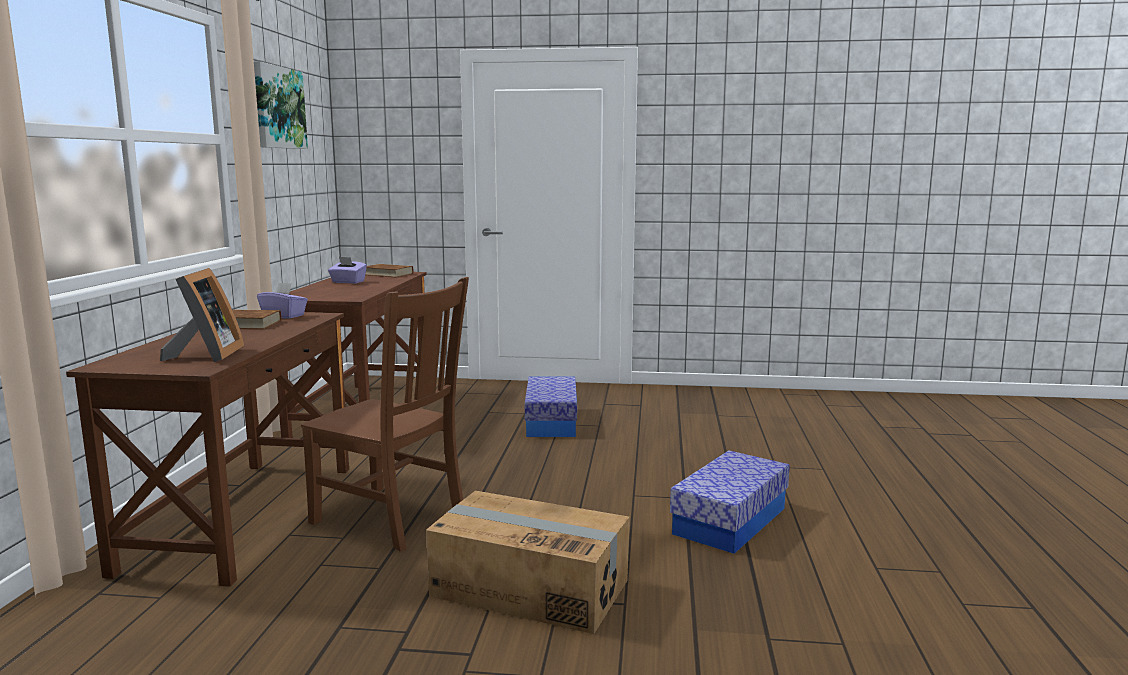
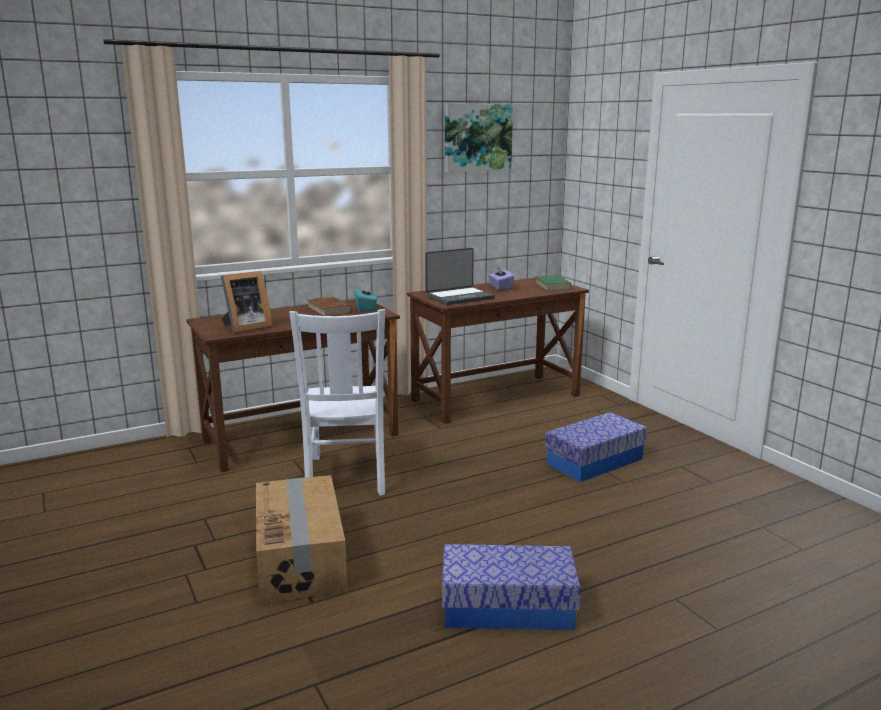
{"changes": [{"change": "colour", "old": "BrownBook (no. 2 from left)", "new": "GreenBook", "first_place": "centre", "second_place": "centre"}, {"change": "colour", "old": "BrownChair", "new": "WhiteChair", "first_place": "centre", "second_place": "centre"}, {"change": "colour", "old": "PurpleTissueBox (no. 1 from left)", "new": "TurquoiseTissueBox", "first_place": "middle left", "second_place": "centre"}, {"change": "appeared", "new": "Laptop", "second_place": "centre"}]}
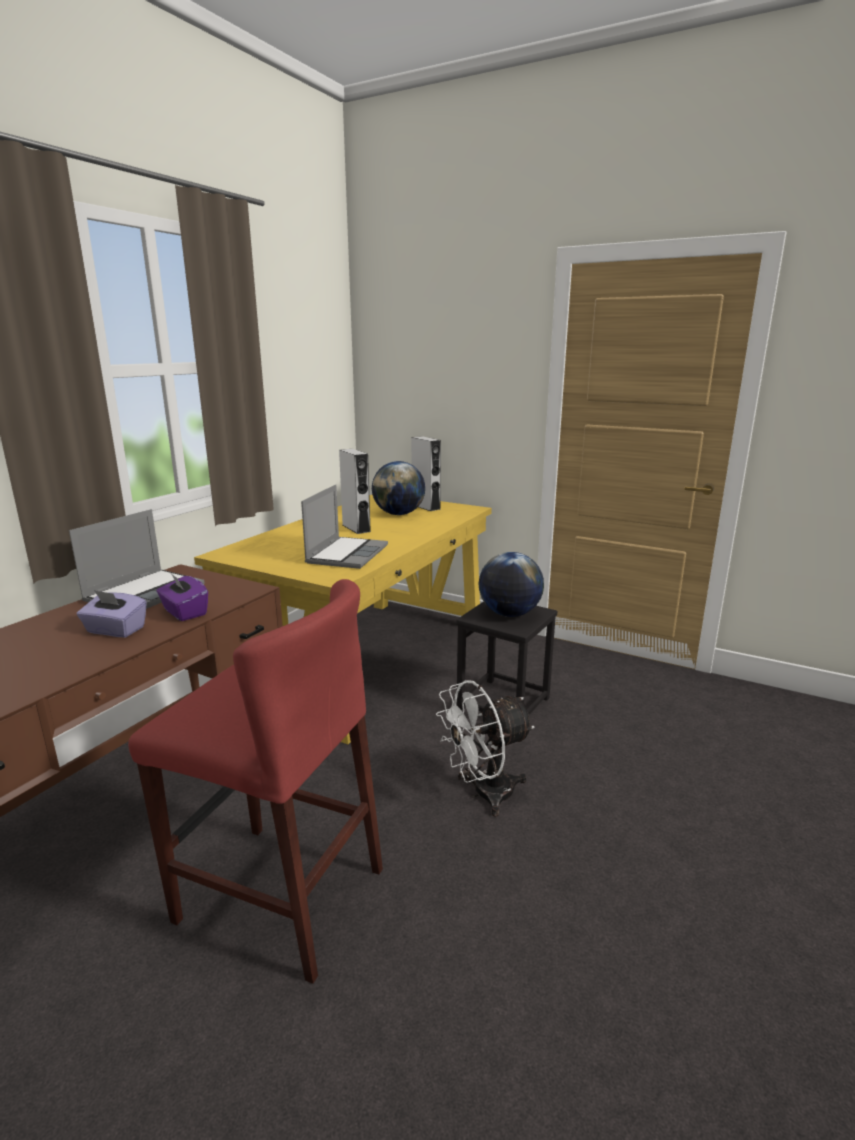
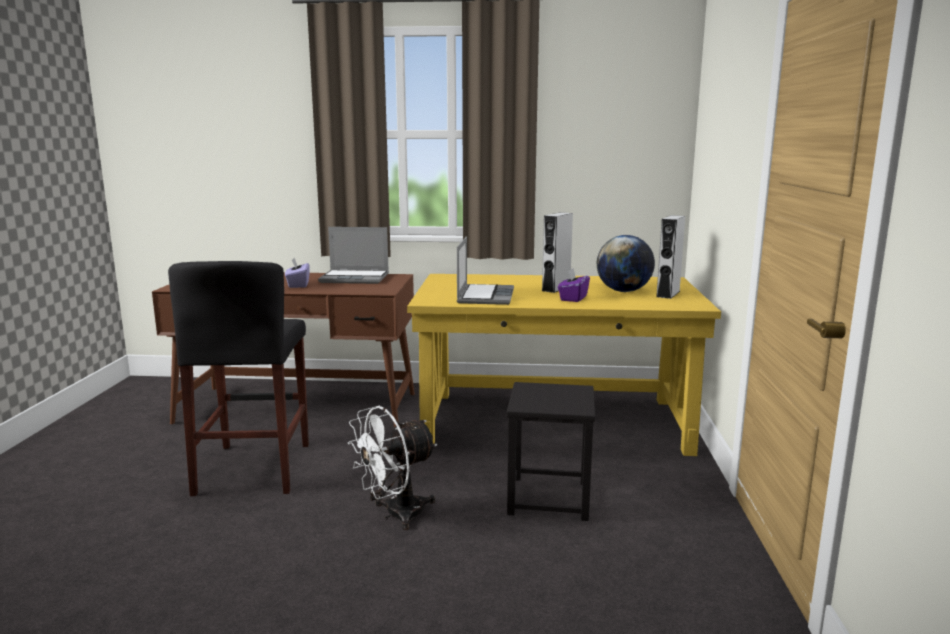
{"changes": [{"change": "spun", "old": "Laptop (no. 2 from left)", "first_place": "centre", "second_place": "centre", "degrees": -75}, {"change": "missing", "old": "Globe (no. 2 from left)", "first_place": "centre"}, {"change": "relocated", "old": "PurpleTissueBox (no. 2 from left)", "first_place": "middle left", "second_place": "centre"}, {"change": "colour", "old": "RedStool", "new": "BlackStool (no. 1 from left)", "first_place": "bottom left", "second_place": "middle left"}, {"change": "spun", "old": "WhiteFan", "first_place": "centre", "second_place": "bottom centre", "degrees": -75}]}
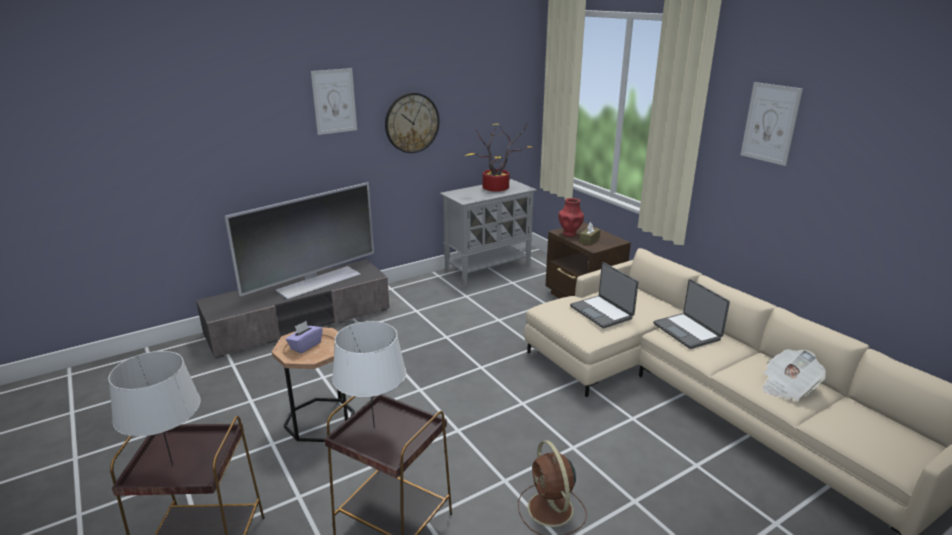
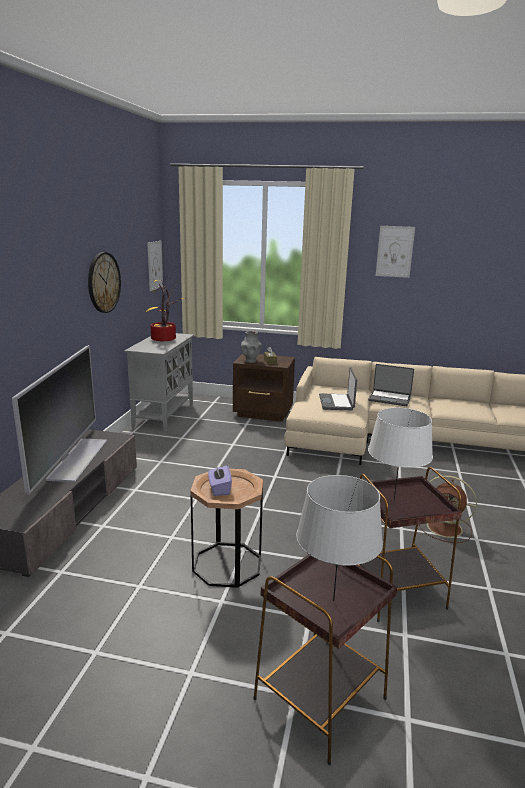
{"changes": [{"change": "relocated", "old": "Picture (no. 1 from left)", "first_place": "top centre", "second_place": "middle left"}, {"change": "colour", "old": "RedVase", "new": "GreyVase", "first_place": "centre", "second_place": "centre"}, {"change": "spun", "old": "Laptop (no. 1 from left)", "first_place": "centre", "second_place": "centre", "degrees": 75}, {"change": "missing", "old": "Newspaper", "first_place": "bottom right"}]}
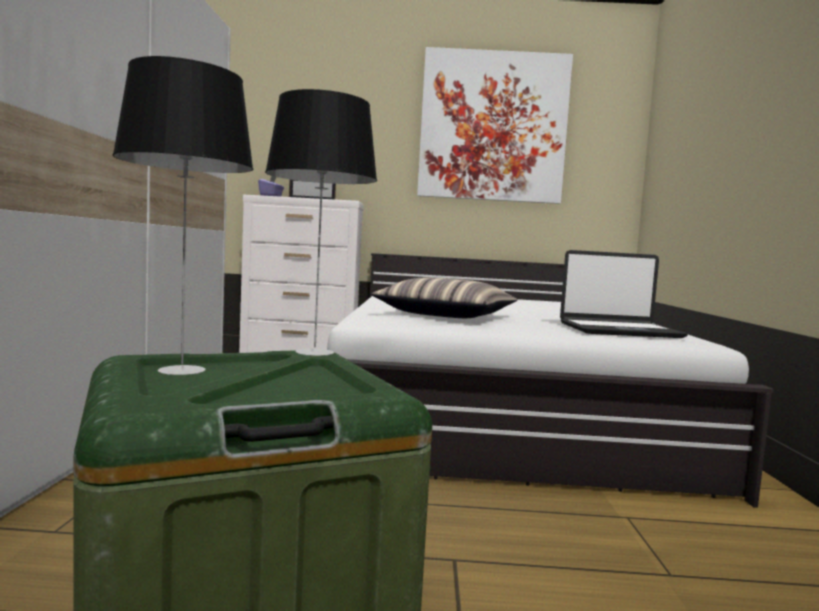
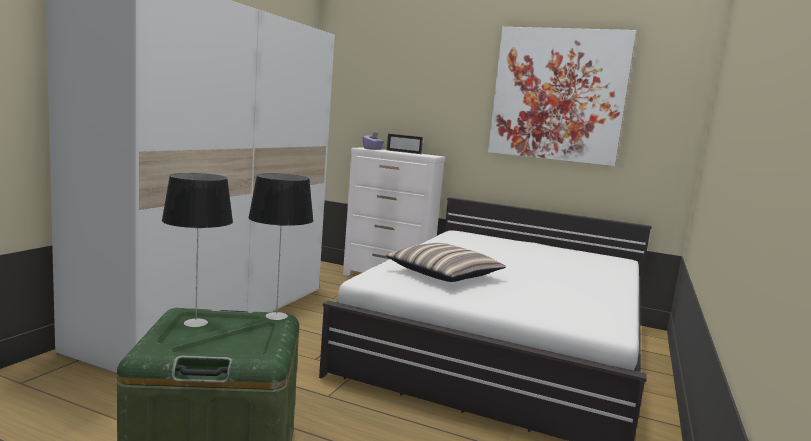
{"changes": [{"change": "missing", "old": "Laptop", "first_place": "middle right"}]}
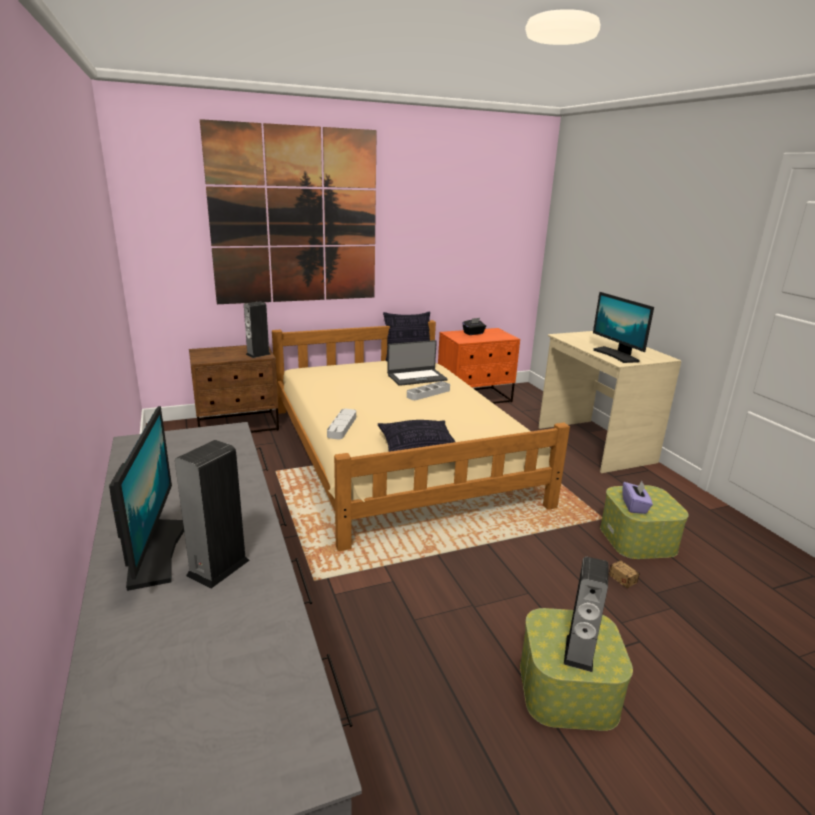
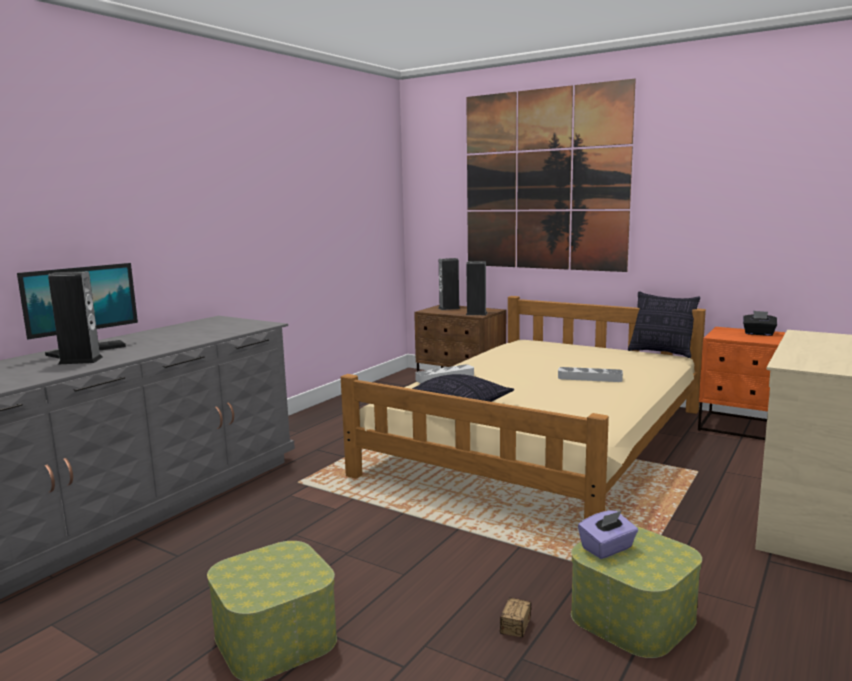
{"changes": [{"change": "missing", "old": "Monitor (no. 2 from left)", "first_place": "middle right"}, {"change": "missing", "old": "Laptop", "first_place": "centre"}, {"change": "relocated", "old": "Speaker (no. 3 from left in the first image)", "new": "Speaker (no. 2 from left)", "first_place": "bottom right", "second_place": "centre"}]}
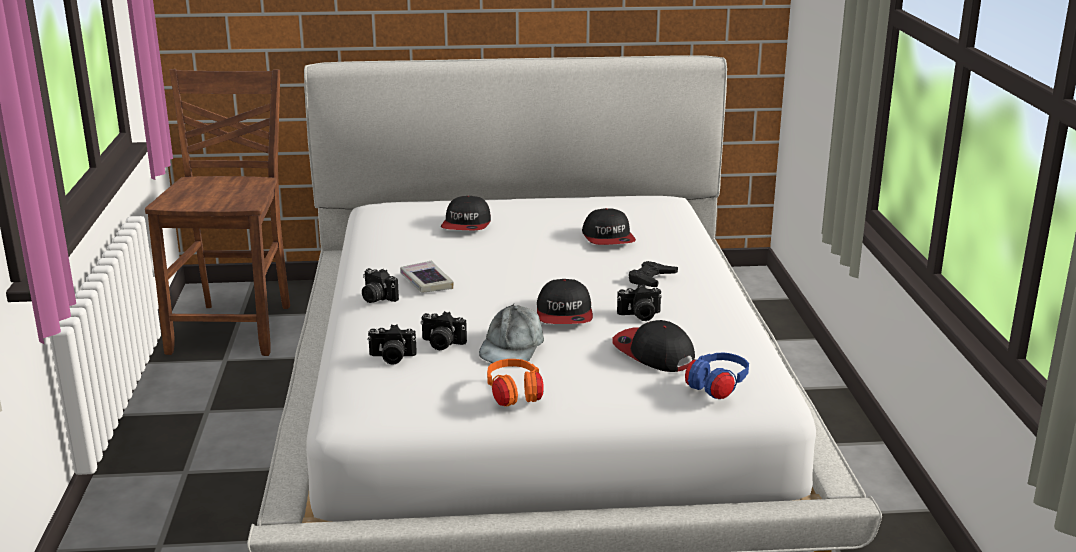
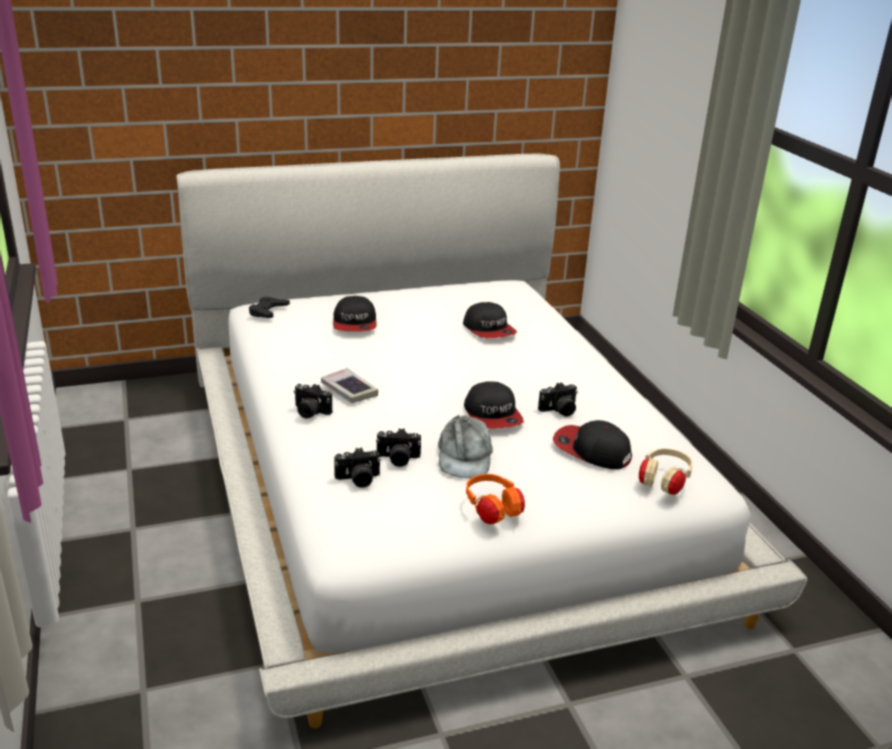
{"changes": [{"change": "missing", "old": "BrownChair", "first_place": "middle left"}, {"change": "relocated", "old": "BlackGameController", "first_place": "centre", "second_place": "middle left"}, {"change": "colour", "old": "BlueHeadphones", "new": "BeigeHeadphones", "first_place": "bottom centre", "second_place": "middle right"}]}
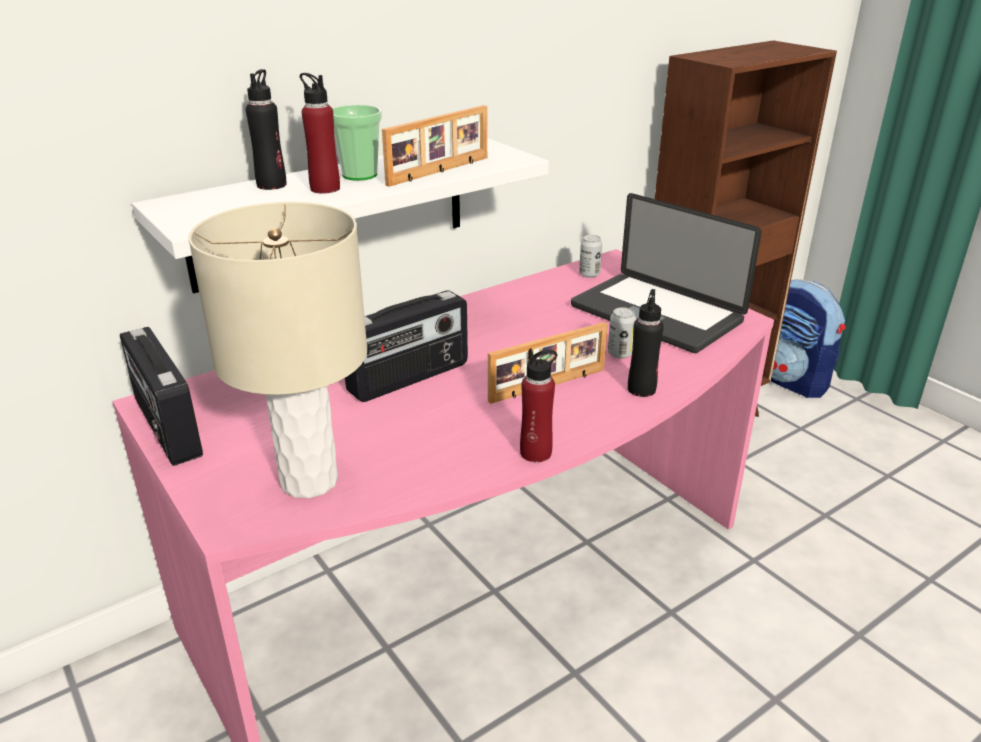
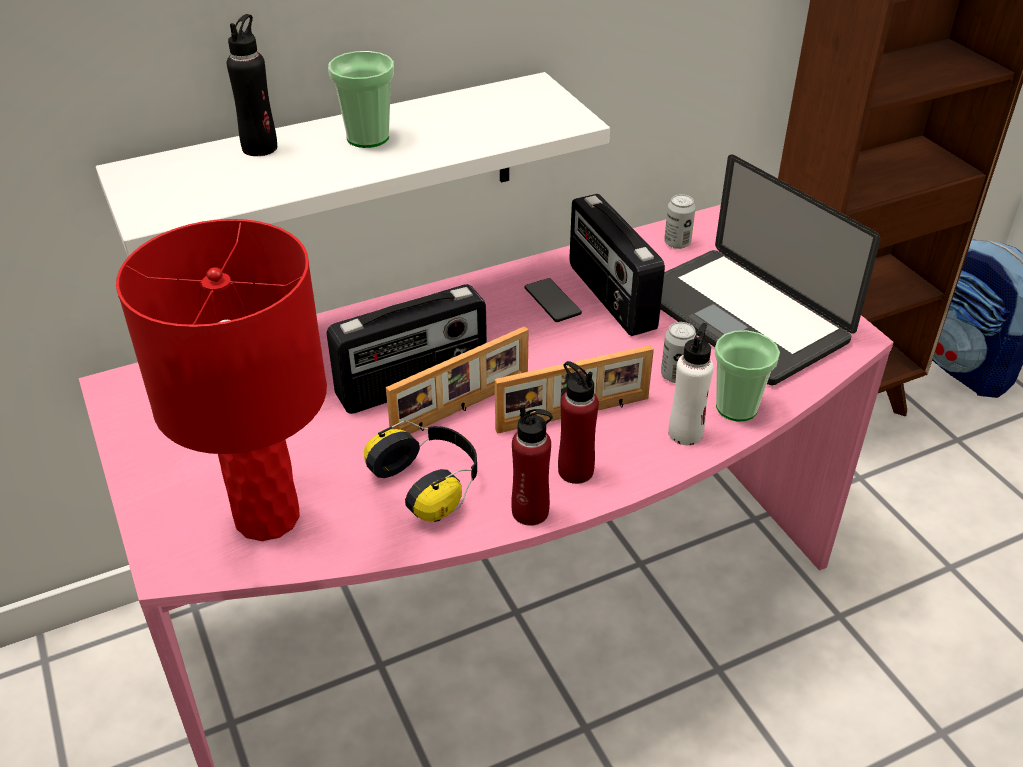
{"changes": [{"change": "relocated", "old": "RedBottle (no. 1 from left in the first image)", "new": "RedBottle (no. 2 from left)", "first_place": "top left", "second_place": "centre"}, {"change": "relocated", "old": "PictureFrame (no. 1 from left)", "first_place": "top centre", "second_place": "centre"}, {"change": "colour", "old": "BeigeTableLamp", "new": "RedTableLamp", "first_place": "middle left", "second_place": "middle left"}, {"change": "colour", "old": "BlackBottle (no. 2 from left)", "new": "WhiteBottle", "first_place": "centre", "second_place": "middle right"}, {"change": "relocated", "old": "Radio (no. 1 from left in the first image)", "new": "Radio (no. 2 from left)", "first_place": "middle left", "second_place": "centre"}, {"change": "appeared", "new": "Phone", "second_place": "centre"}, {"change": "appeared", "new": "Cup (no. 2 from left)", "second_place": "middle right"}, {"change": "appeared", "new": "Headphones", "second_place": "centre"}]}
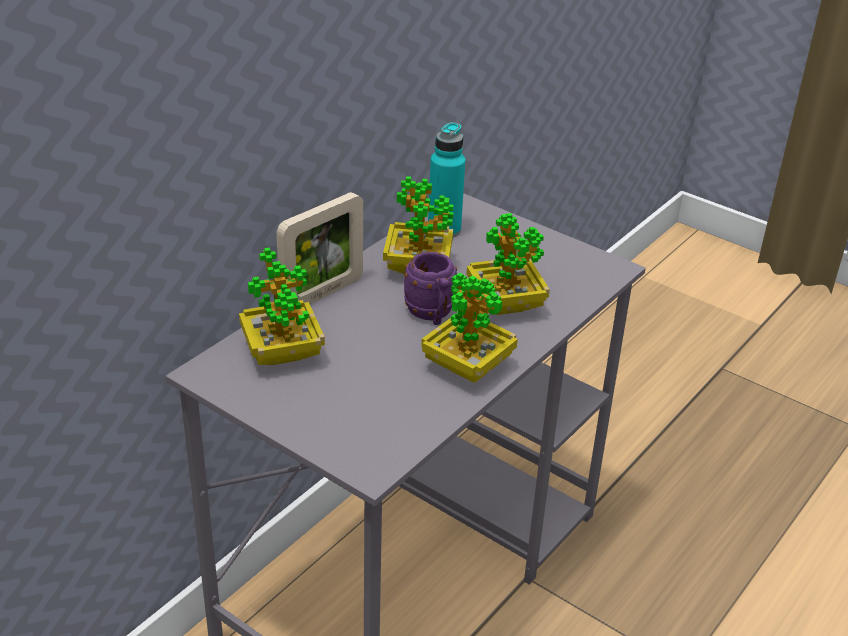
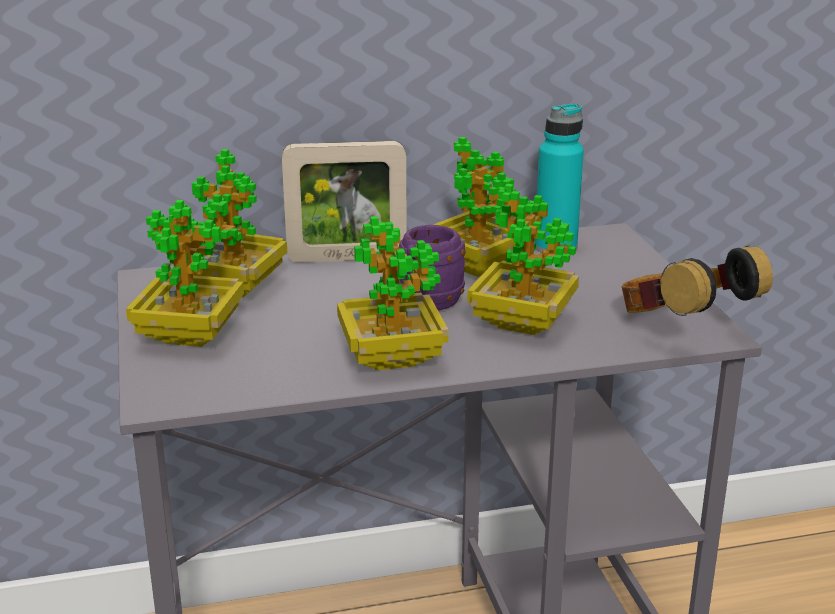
{"changes": [{"change": "appeared", "new": "PottedPlant (no. 1 from left)", "second_place": "middle left"}, {"change": "appeared", "new": "Headphones", "second_place": "middle right"}]}
